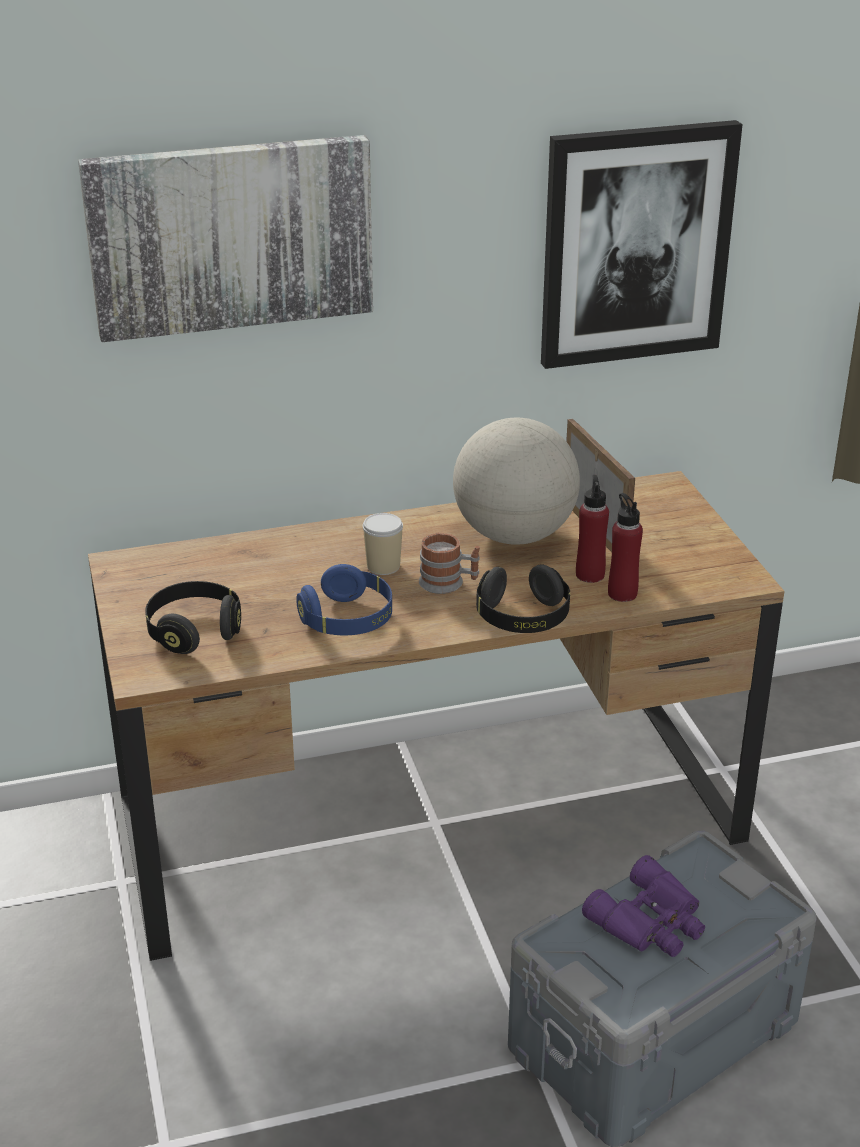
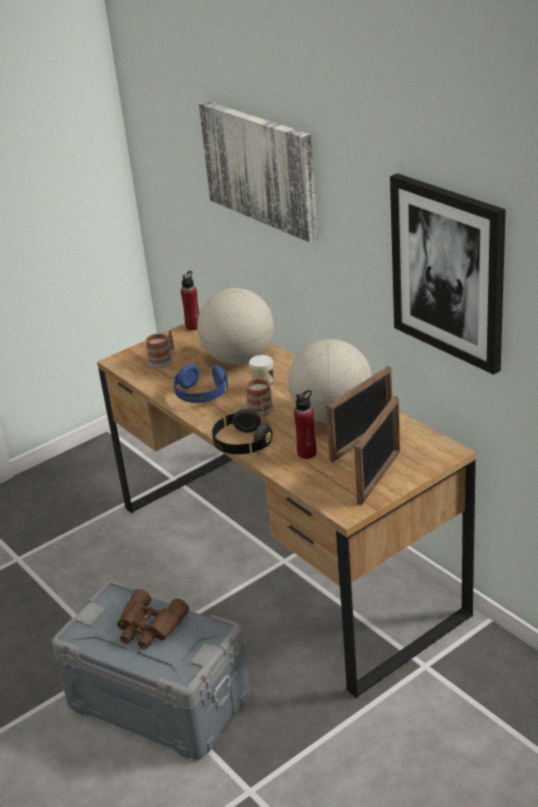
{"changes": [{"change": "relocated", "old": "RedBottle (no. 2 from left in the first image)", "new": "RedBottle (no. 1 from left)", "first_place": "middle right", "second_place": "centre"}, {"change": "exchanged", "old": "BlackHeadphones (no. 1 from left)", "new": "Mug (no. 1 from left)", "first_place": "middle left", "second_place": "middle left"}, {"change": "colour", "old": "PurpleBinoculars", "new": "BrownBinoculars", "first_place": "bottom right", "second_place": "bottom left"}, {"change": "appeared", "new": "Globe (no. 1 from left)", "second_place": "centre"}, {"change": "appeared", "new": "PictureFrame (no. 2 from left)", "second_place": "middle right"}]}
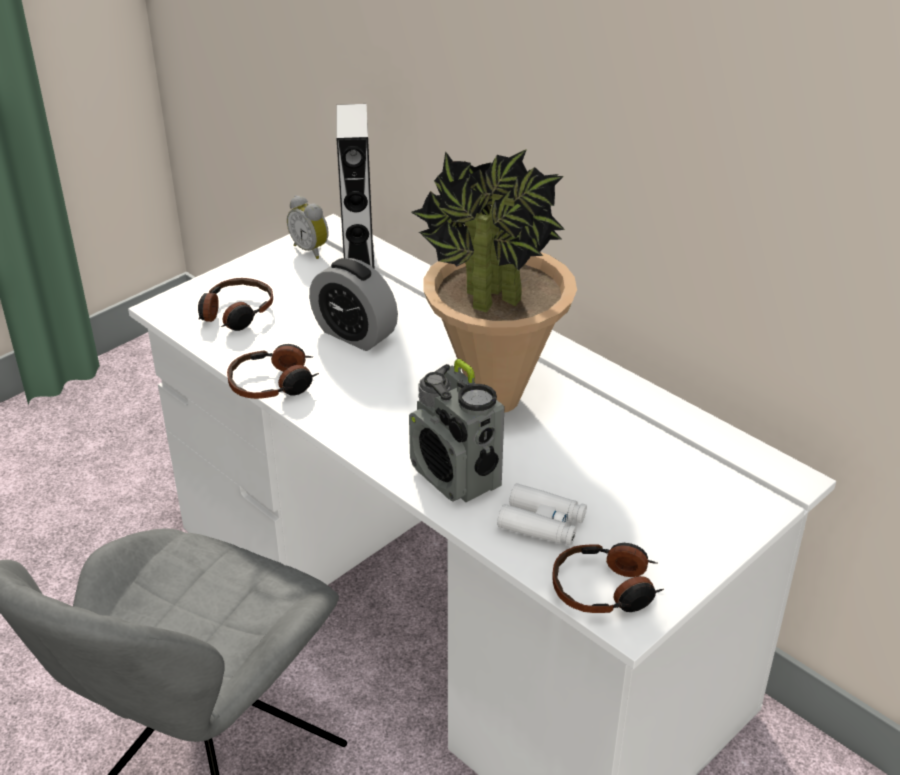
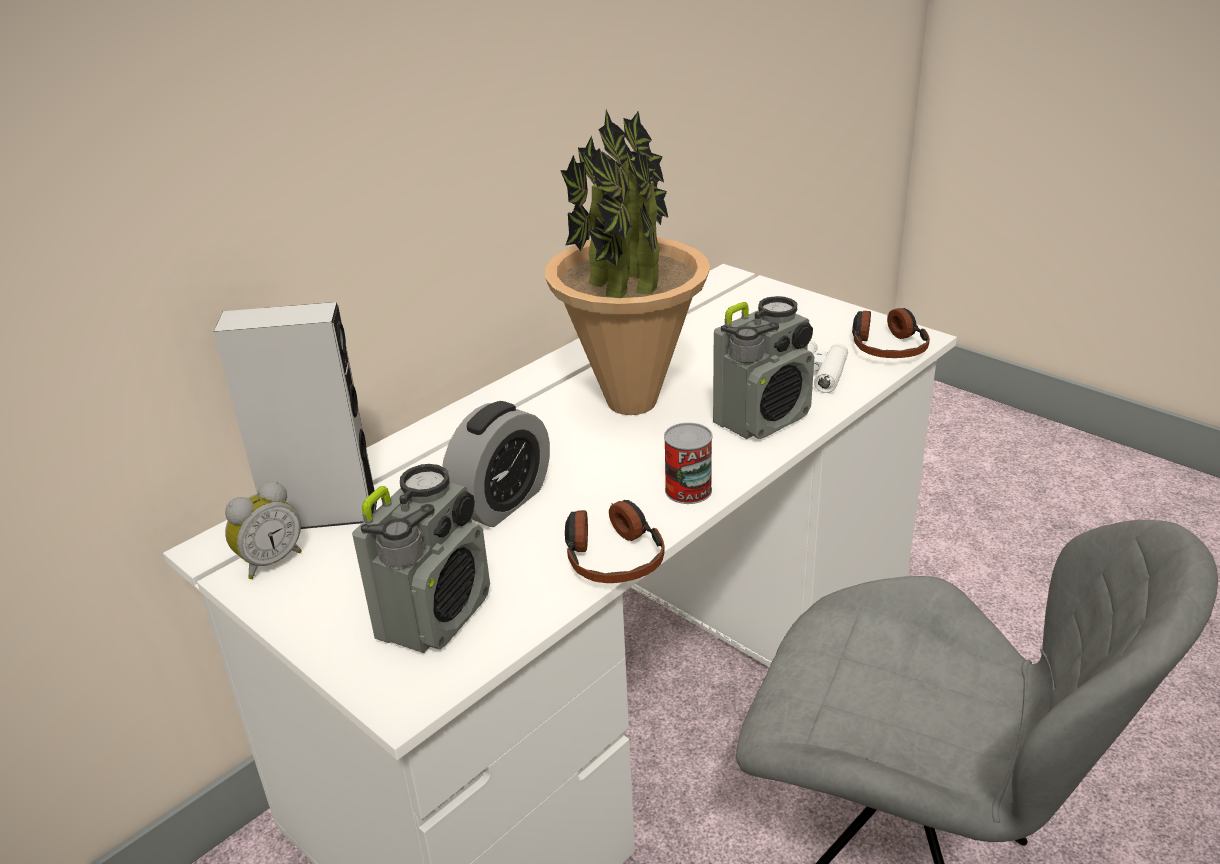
{"changes": [{"change": "exchanged", "old": "Headphones (no. 1 from left)", "new": "Radio (no. 1 from left)", "first_place": "middle left", "second_place": "centre"}, {"change": "appeared", "new": "Can", "second_place": "centre"}]}
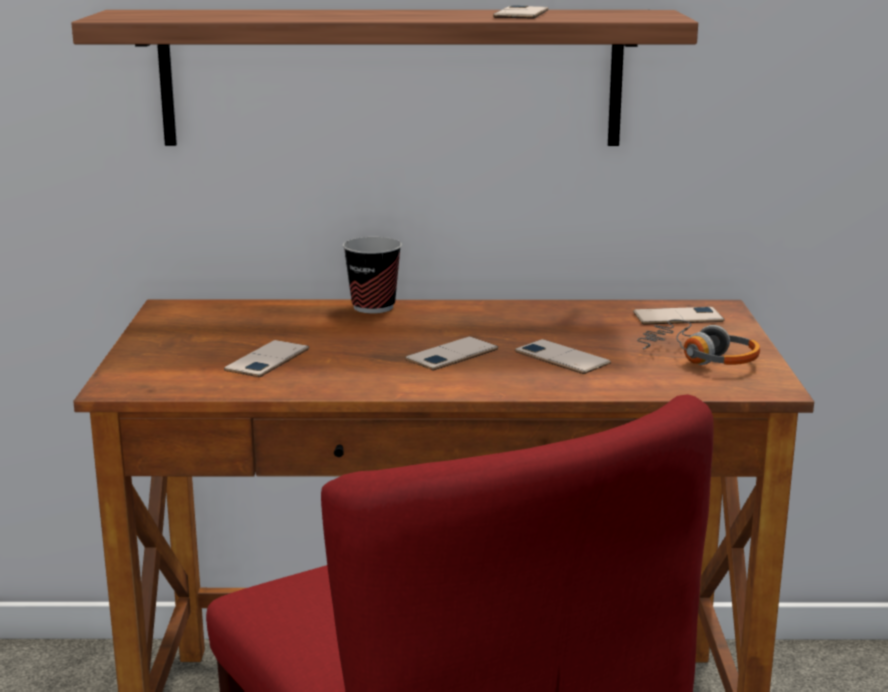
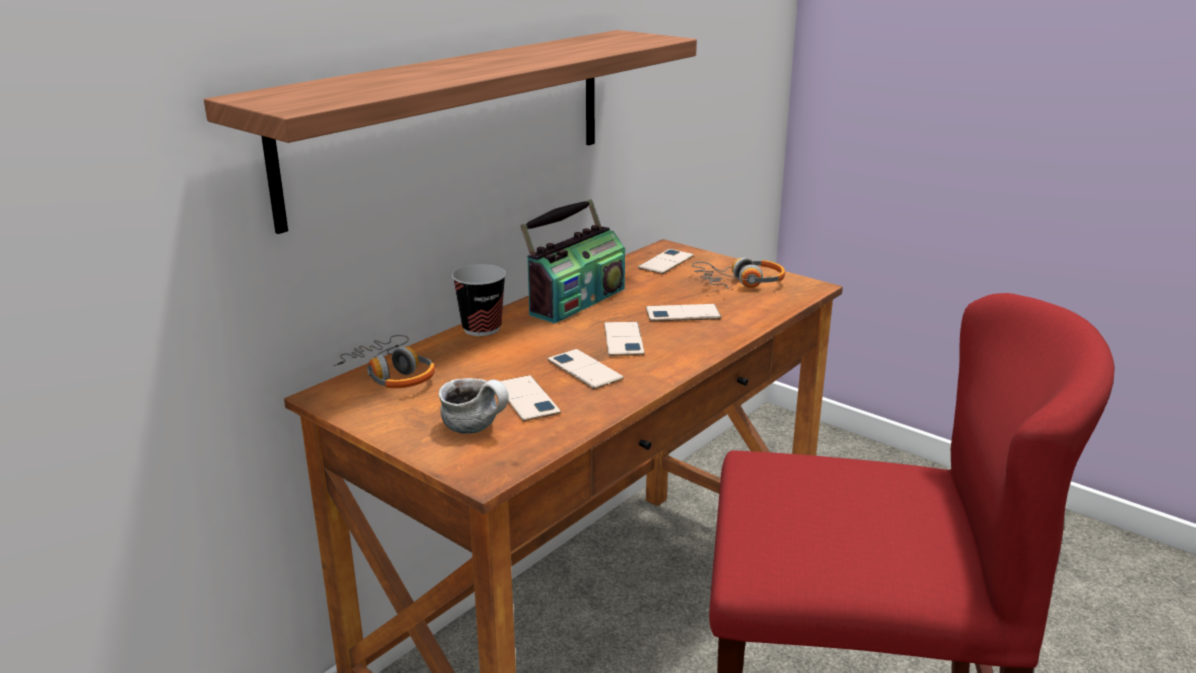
{"changes": [{"change": "relocated", "old": "Phone (no. 3 from left in the first image)", "new": "Phone (no. 2 from left)", "first_place": "top centre", "second_place": "centre"}, {"change": "appeared", "new": "Radio", "second_place": "centre"}, {"change": "appeared", "new": "Headphones (no. 1 from left)", "second_place": "middle left"}, {"change": "appeared", "new": "Mug", "second_place": "centre"}]}
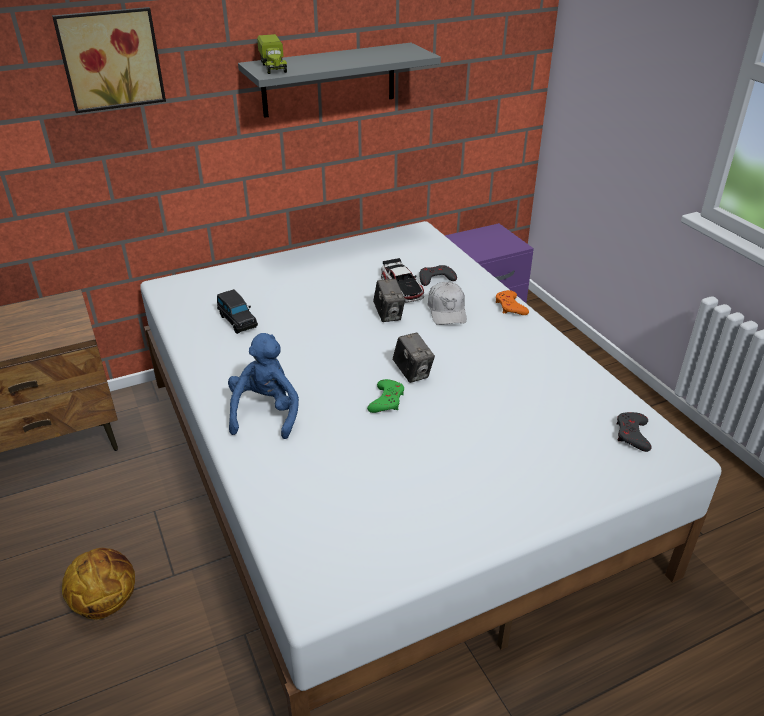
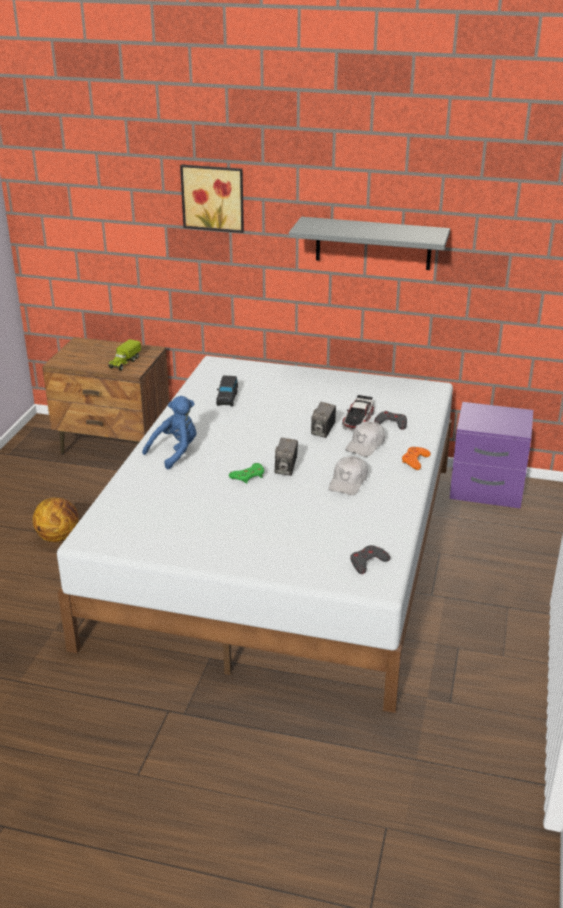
{"changes": [{"change": "relocated", "old": "ToyTruck", "first_place": "top centre", "second_place": "middle left"}, {"change": "appeared", "new": "WhiteCap (no. 1 from left)", "second_place": "centre"}]}
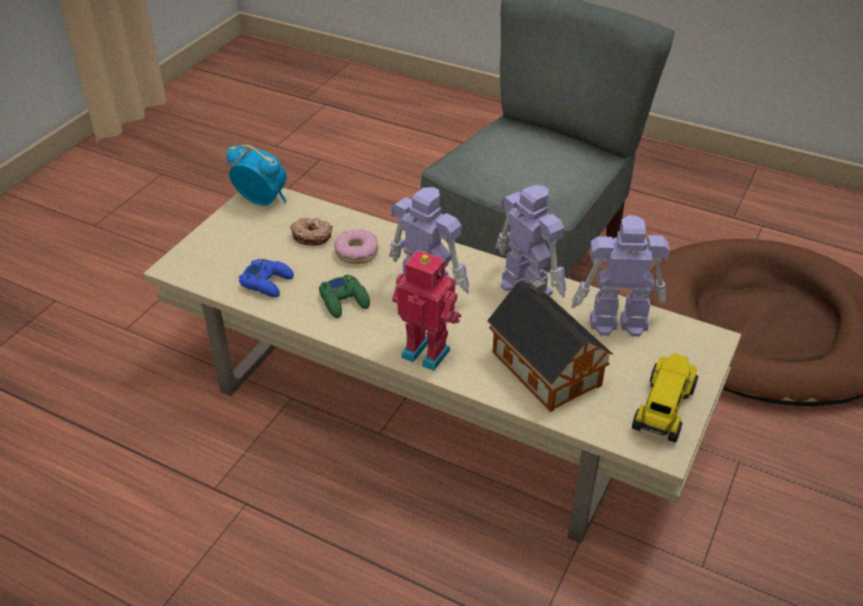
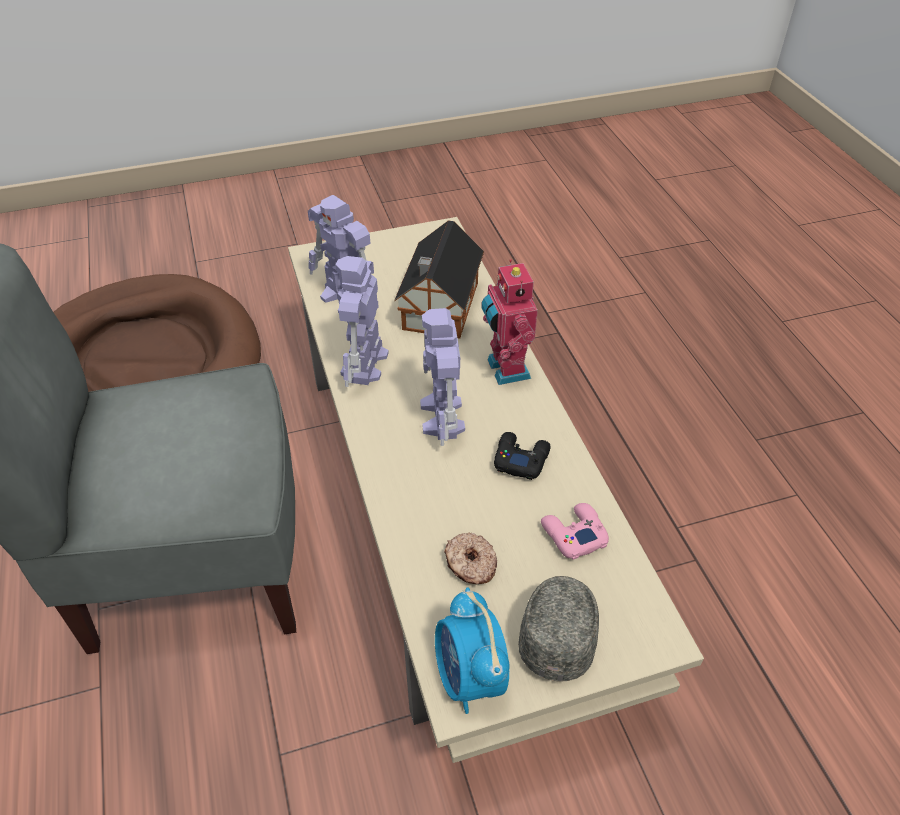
{"changes": [{"change": "missing", "old": "Donut (no. 2 from left)", "first_place": "centre"}, {"change": "colour", "old": "BlueGameController", "new": "PinkGameController", "first_place": "middle left", "second_place": "centre"}, {"change": "colour", "old": "GreenGameController", "new": "BlackGameController", "first_place": "centre", "second_place": "centre"}, {"change": "missing", "old": "ToyTruck", "first_place": "middle right"}, {"change": "appeared", "new": "GreyCap", "second_place": "bottom centre"}]}
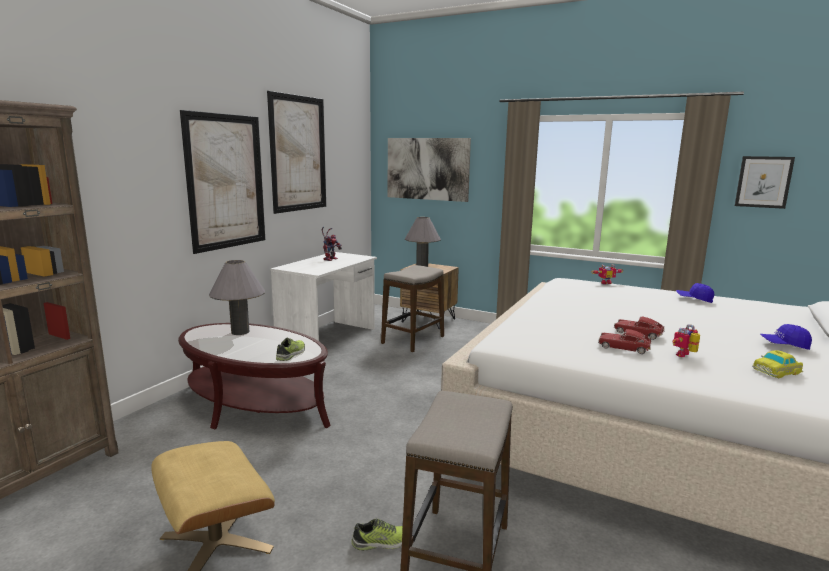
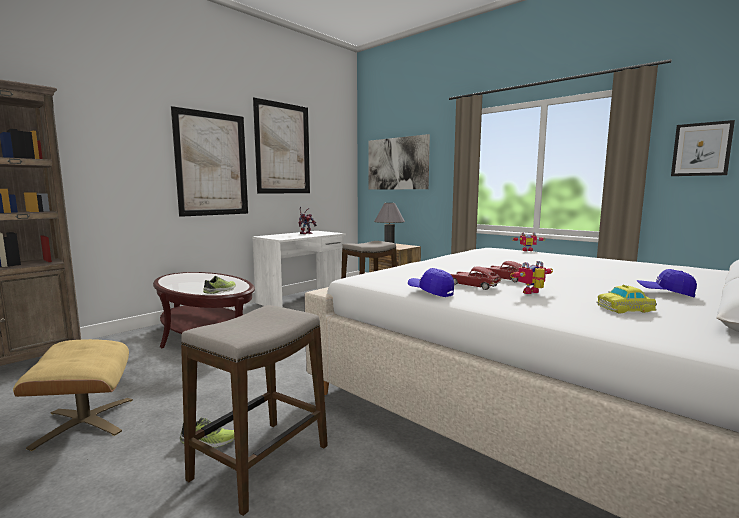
{"changes": [{"change": "missing", "old": "GreyTableLamp (no. 1 from left)", "first_place": "middle left"}, {"change": "relocated", "old": "BlueCap (no. 1 from left)", "first_place": "middle right", "second_place": "centre"}]}
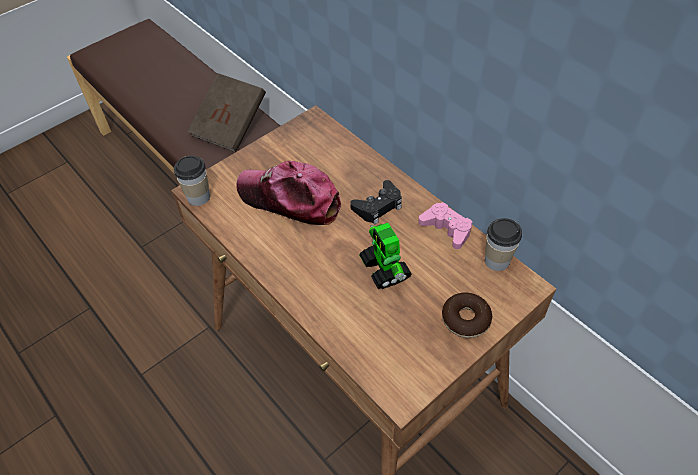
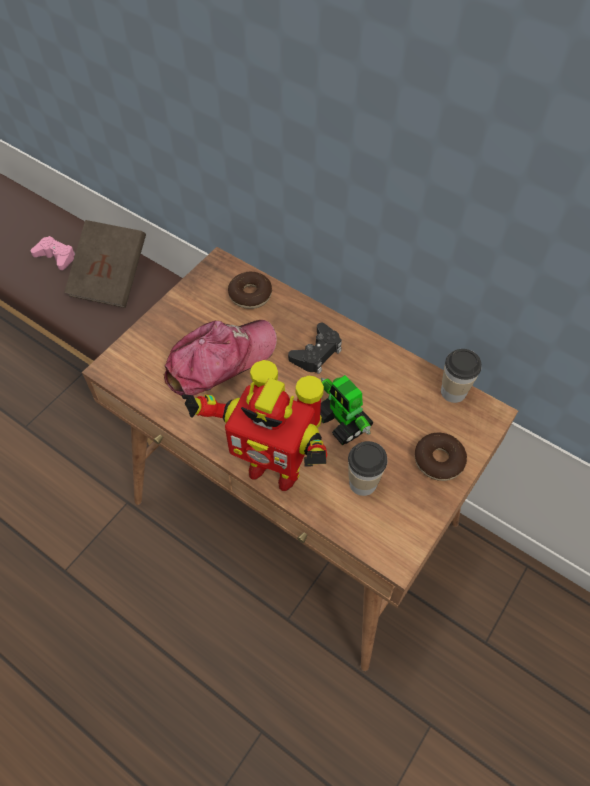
{"changes": [{"change": "relocated", "old": "Cup (no. 1 from left)", "first_place": "middle left", "second_place": "centre"}, {"change": "spun", "old": "Cap", "first_place": "centre", "second_place": "centre", "degrees": 135}, {"change": "relocated", "old": "PinkGameController", "first_place": "centre", "second_place": "top left"}, {"change": "appeared", "new": "Donut (no. 1 from left)", "second_place": "centre"}, {"change": "appeared", "new": "ToyRobot (no. 1 from left)", "second_place": "centre"}]}
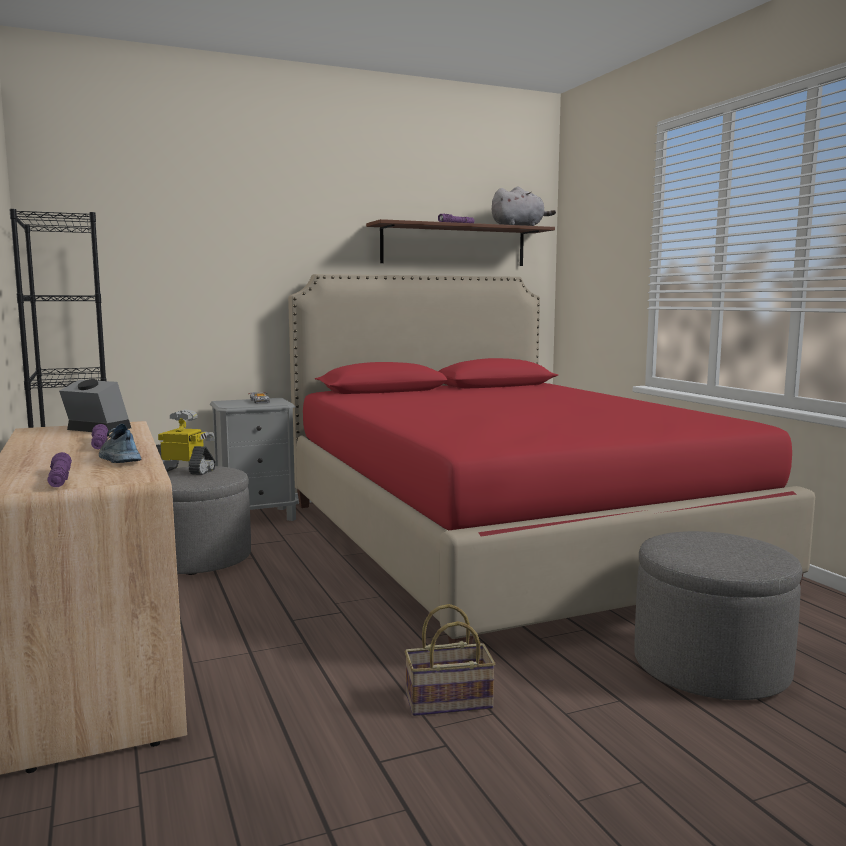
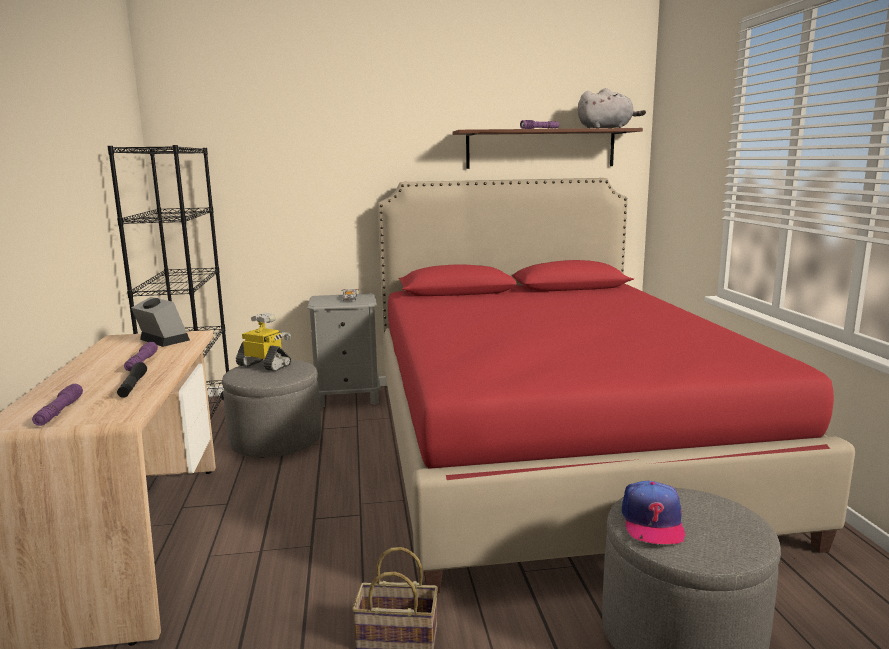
{"changes": [{"change": "exchanged", "old": "Shoe", "new": "BlackFlashlight", "first_place": "middle left", "second_place": "middle left"}, {"change": "appeared", "new": "Cap", "second_place": "bottom right"}]}
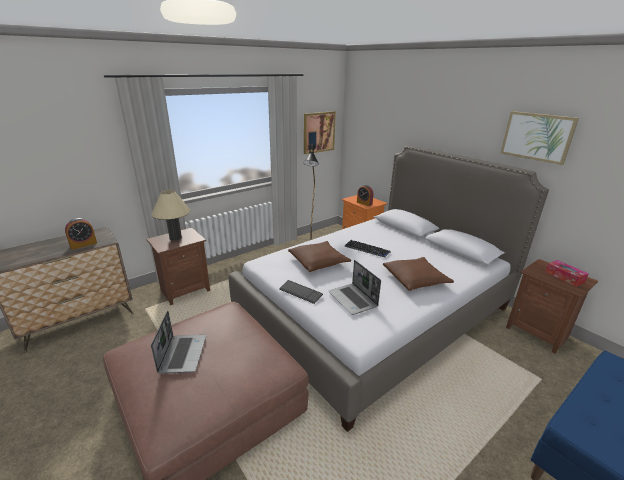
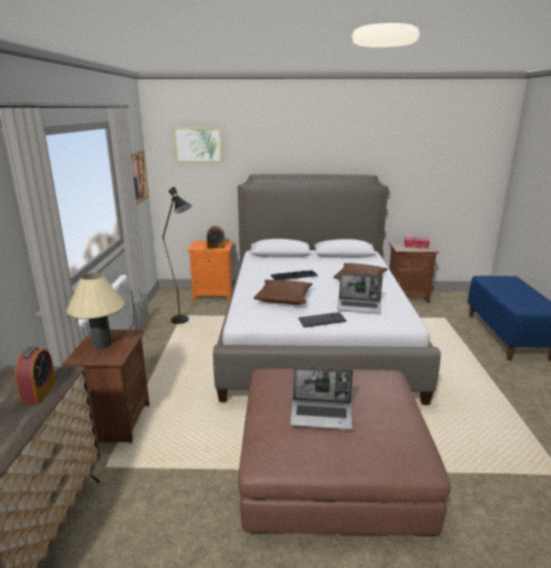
{"changes": [{"change": "relocated", "old": "Picture (no. 2 from left)", "first_place": "top right", "second_place": "top centre"}, {"change": "spun", "old": "Laptop (no. 1 from left)", "first_place": "bottom left", "second_place": "bottom centre", "degrees": 150}]}
